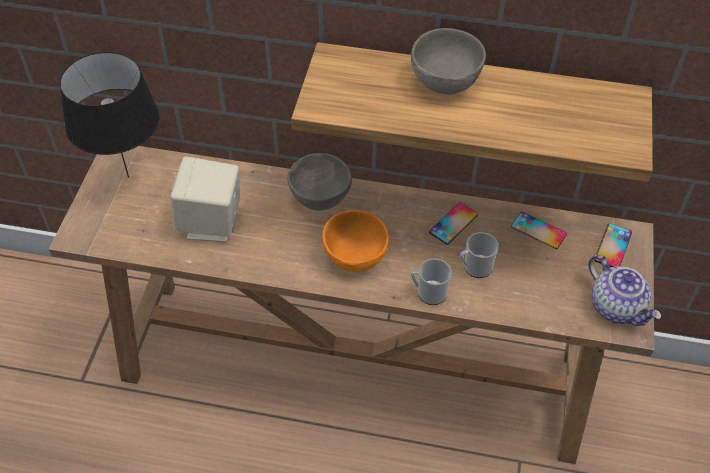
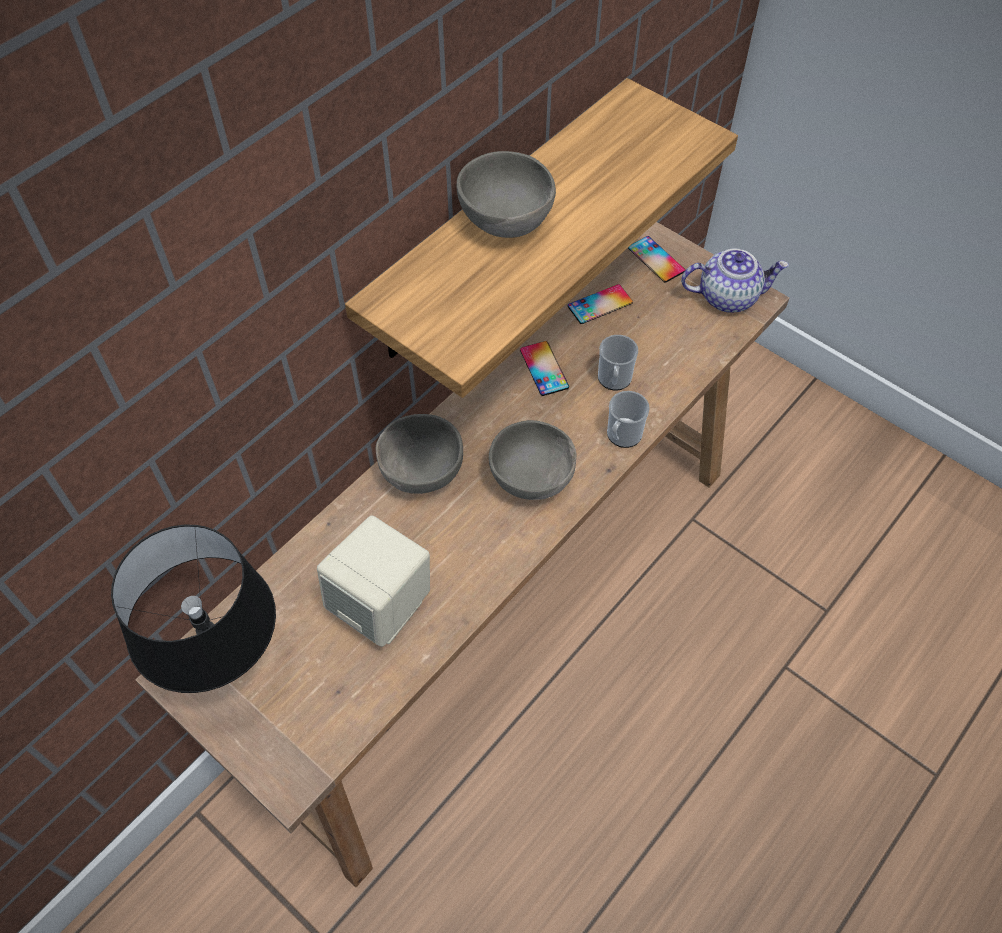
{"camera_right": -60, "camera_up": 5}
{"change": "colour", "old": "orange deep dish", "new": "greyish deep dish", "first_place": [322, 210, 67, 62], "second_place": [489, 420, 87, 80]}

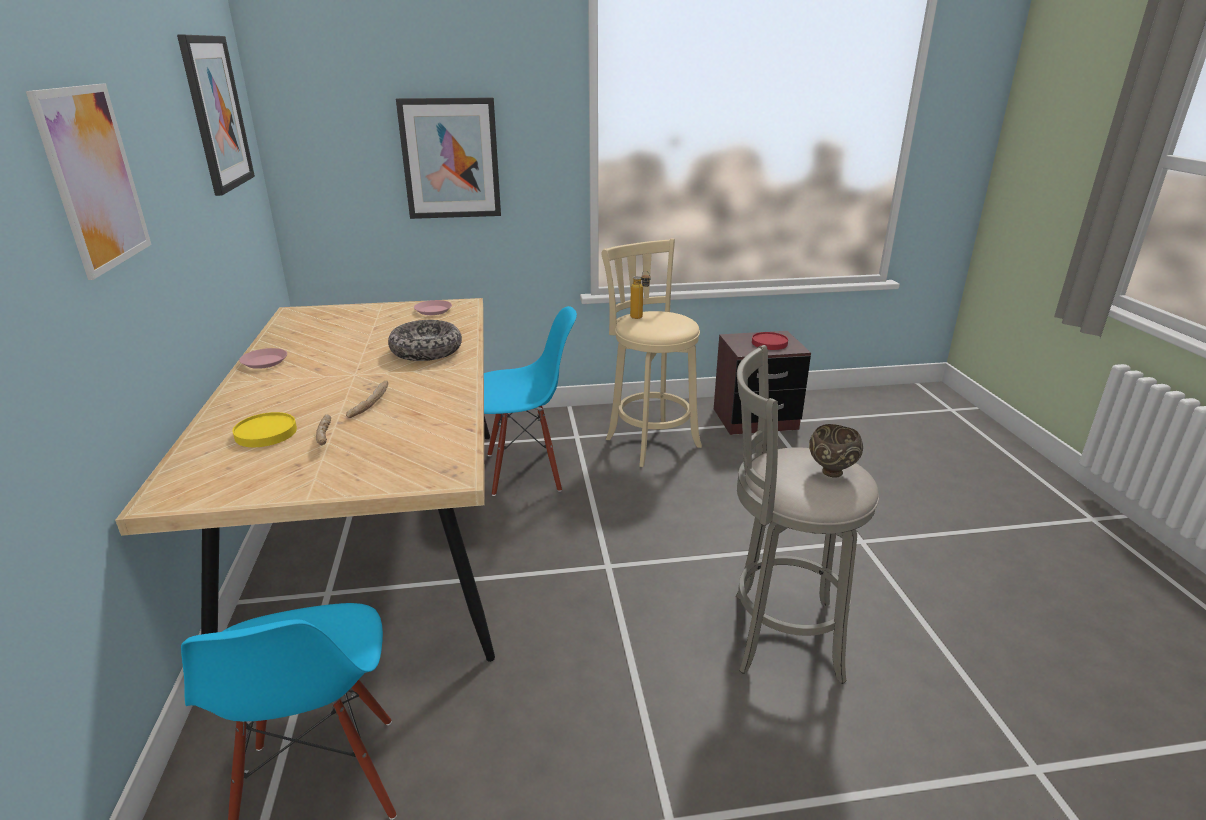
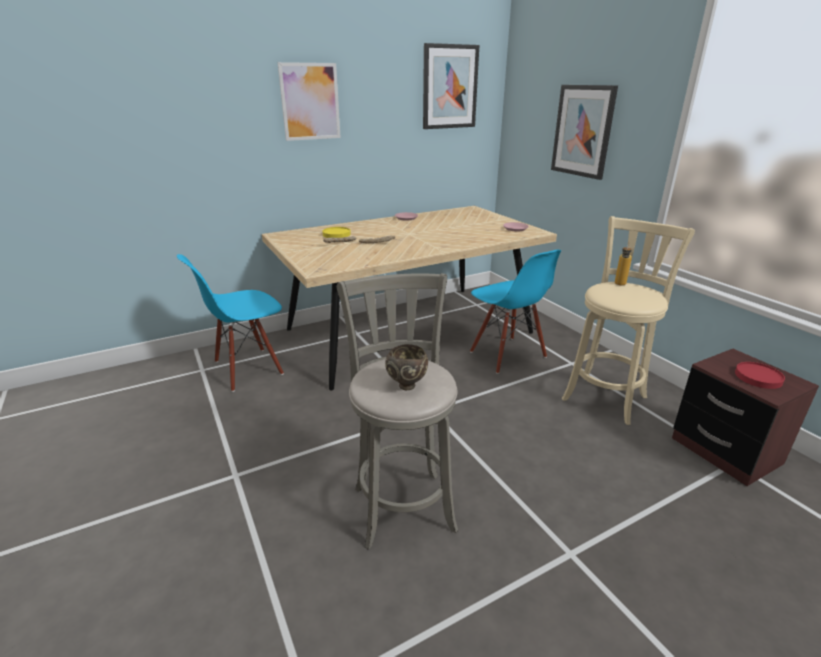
{"camera_right": 70, "camera_up": 0}
{"change": "missing", "old": "deep dish", "first_place": [388, 320, 74, 41]}

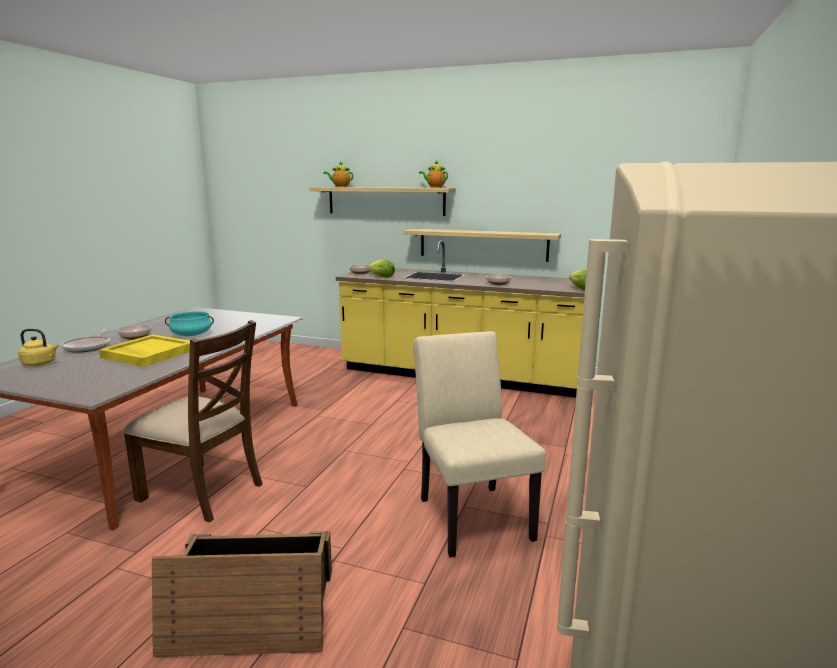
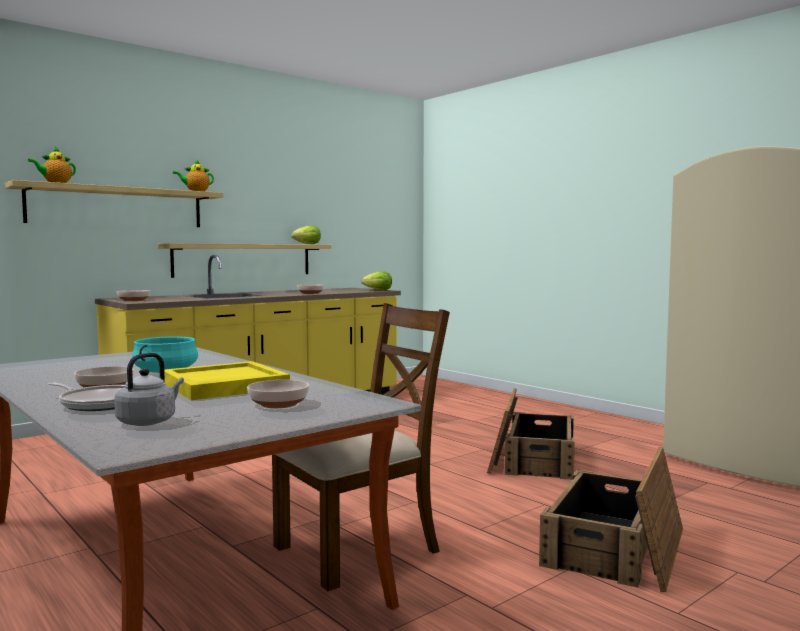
{"camera_right": -60, "camera_up": -10}
{"change": "colour", "old": "yellow tea kettle", "new": "greyish tea kettle", "first_place": [18, 329, 41, 37], "second_place": [114, 353, 70, 73]}
{"change": "relocated", "old": "lettuce head", "first_place": [368, 260, 27, 18], "second_place": [291, 226, 30, 18]}
{"change": "exchanged", "old": "beige-coloured plain chair", "new": "shipping crate", "first_place": [413, 331, 133, 226], "second_place": [487, 388, 88, 92]}
{"change": "appeared", "new": "deep dish", "second_place": [247, 380, 62, 28]}

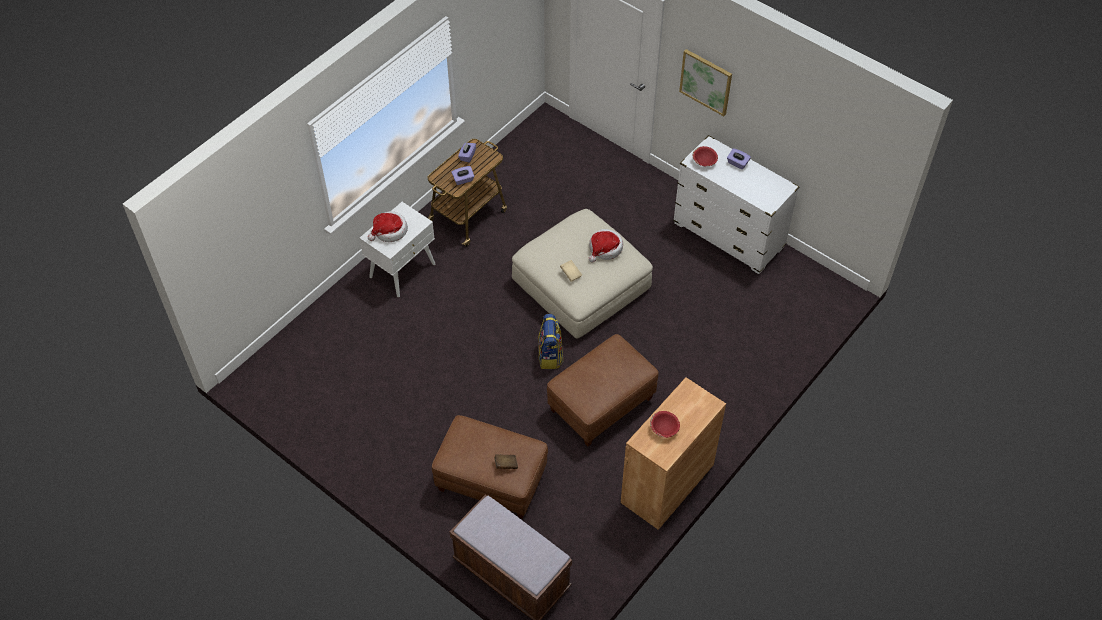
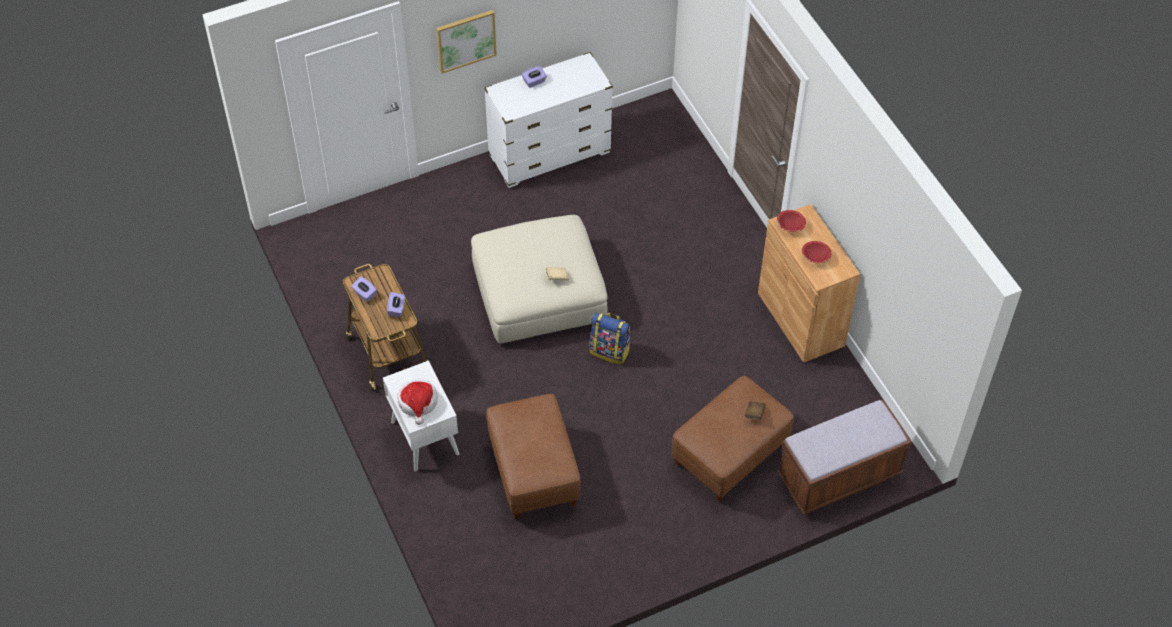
{"camera_right": -65, "camera_up": 0}
{"change": "relocated", "old": "brown-coloured footrest", "first_place": [547, 334, 111, 112], "second_place": [486, 394, 94, 125]}
{"change": "missing", "old": "wearable hat", "first_place": [589, 229, 34, 34]}
{"change": "relocated", "old": "reddish deep dish", "first_place": [693, 146, 25, 20], "second_place": [777, 210, 29, 22]}

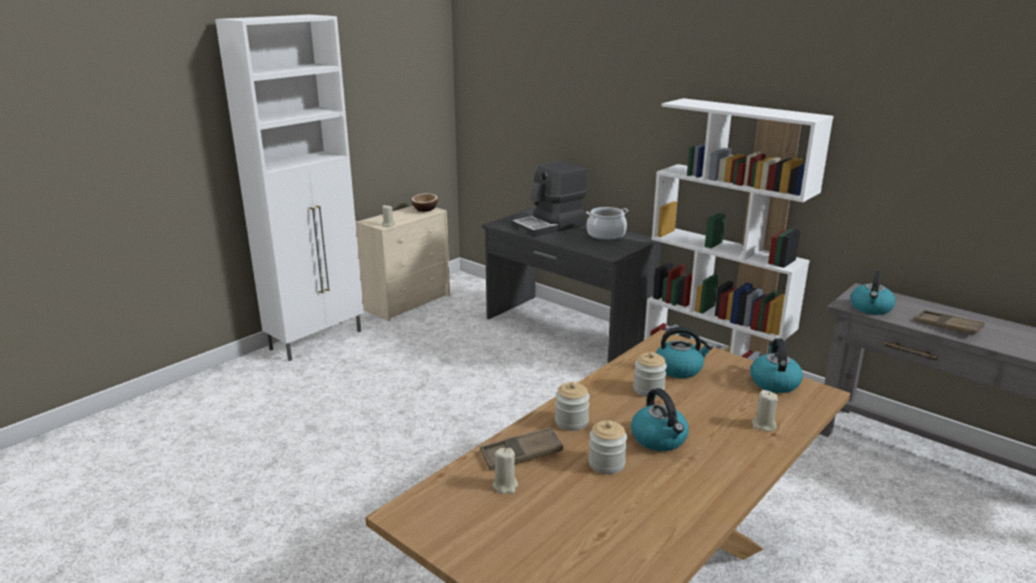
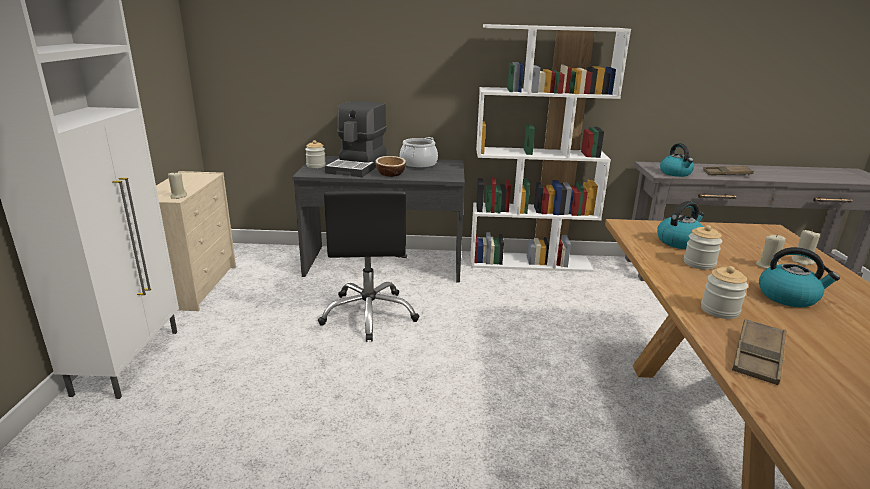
{"camera_right": -40, "camera_up": 0}
{"change": "relocated", "old": "deep dish", "first_place": [411, 193, 27, 19], "second_place": [375, 156, 31, 21]}
{"change": "relocated", "old": "beige-coloured candle", "first_place": [493, 448, 25, 46], "second_place": [756, 234, 30, 35]}
{"change": "relocated", "old": "jar", "first_place": [588, 420, 39, 54], "second_place": [305, 140, 21, 28]}
{"change": "missing", "old": "tea kettle", "first_place": [750, 338, 53, 55]}
{"change": "appeared", "new": "black-coloured computer chair", "second_place": [318, 191, 102, 151]}

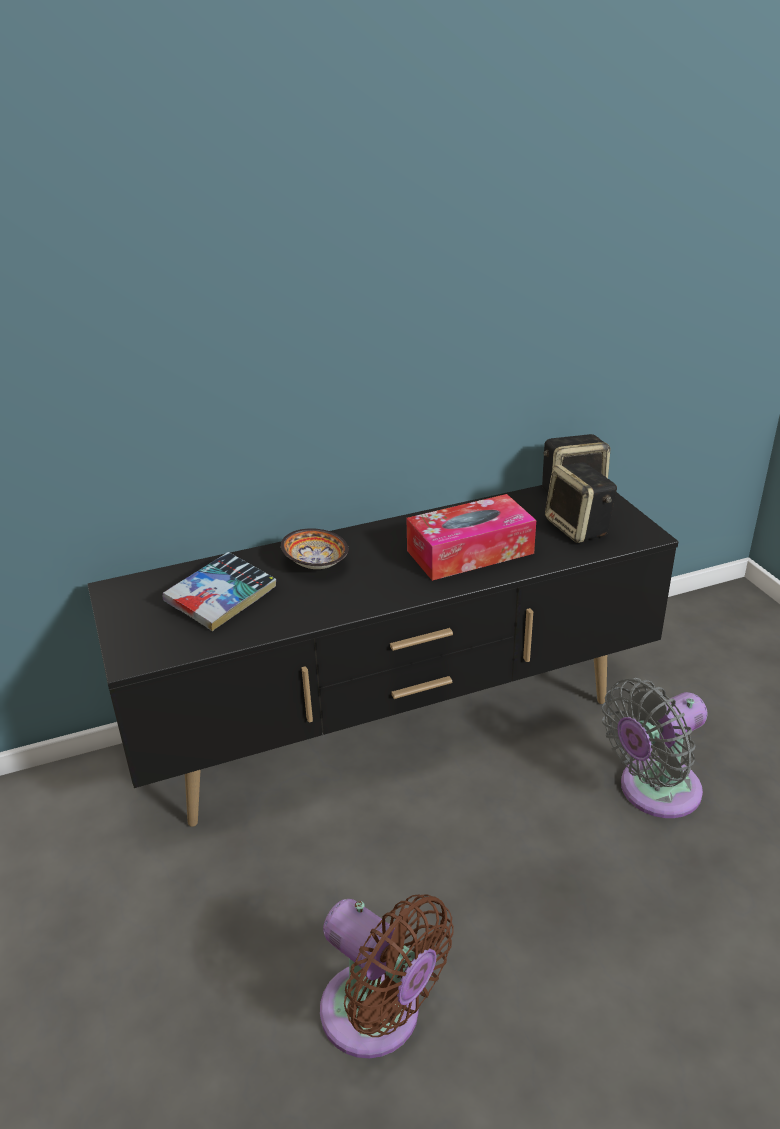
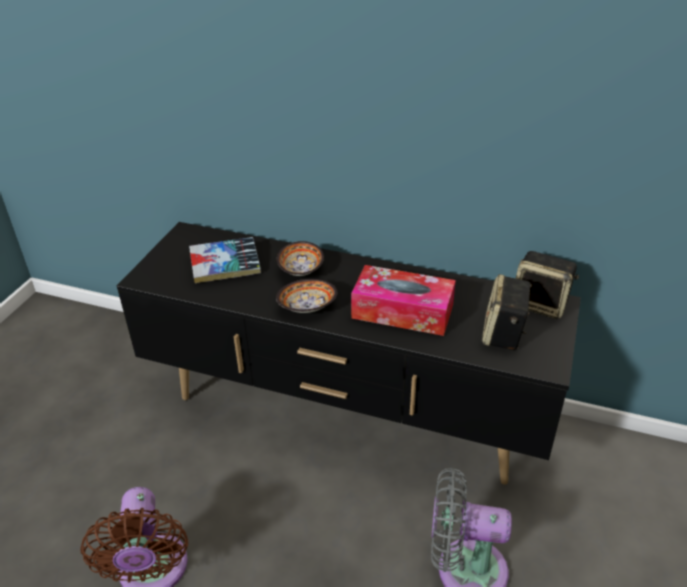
{"camera_right": 40, "camera_up": 5}
{"change": "appeared", "new": "deep dish", "second_place": [276, 279, 61, 34]}

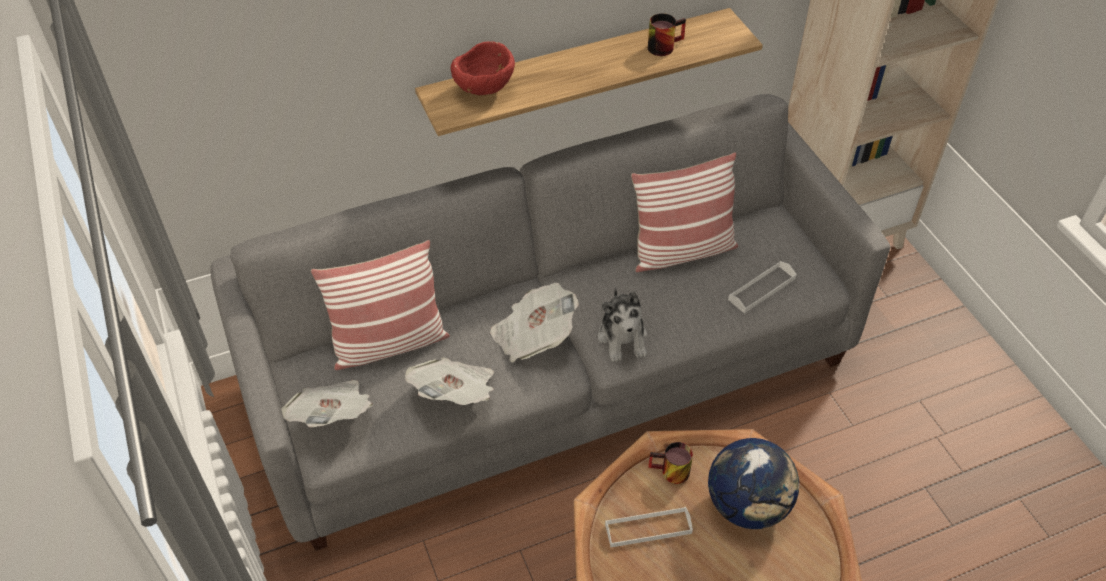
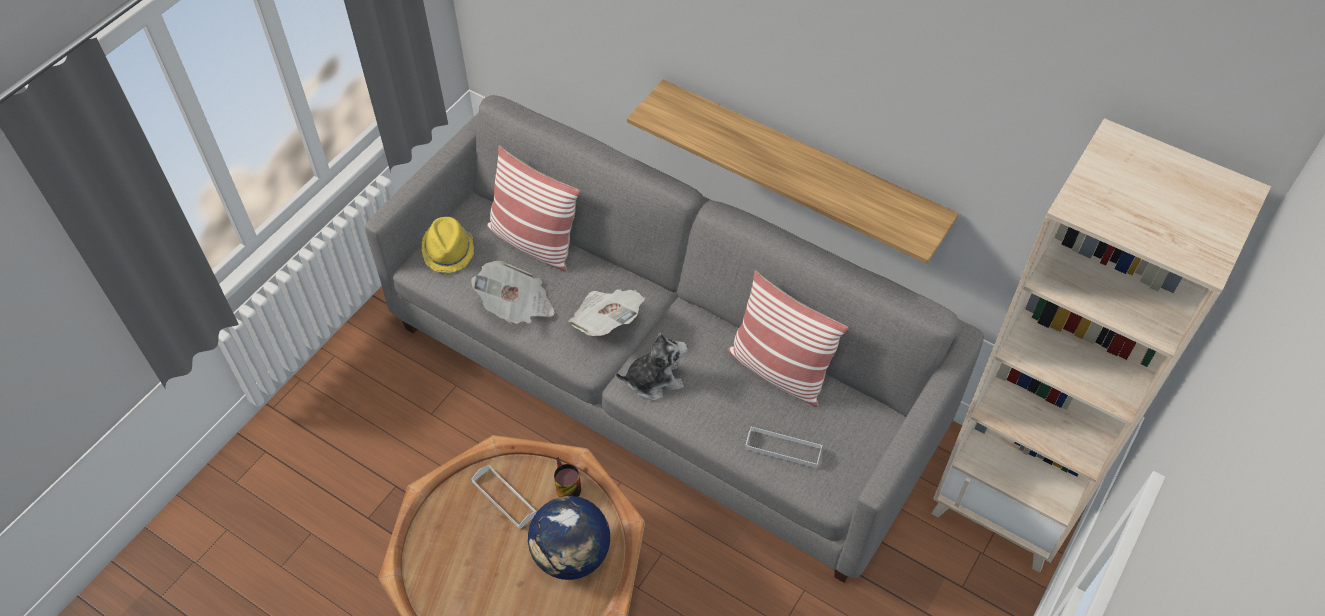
{"camera_right": 55, "camera_up": 5}
{"change": "exchanged", "old": "printed paper", "new": "yellow wearable hat", "first_place": [281, 380, 91, 47], "second_place": [422, 217, 52, 56]}
{"change": "missing", "old": "reddish deep dish", "first_place": [451, 41, 64, 54]}
{"change": "spun", "old": "cuddly toy", "first_place": [598, 287, 49, 75], "second_place": [616, 333, 72, 66], "degrees": -150}
{"change": "missing", "old": "mug", "first_place": [648, 13, 38, 43]}

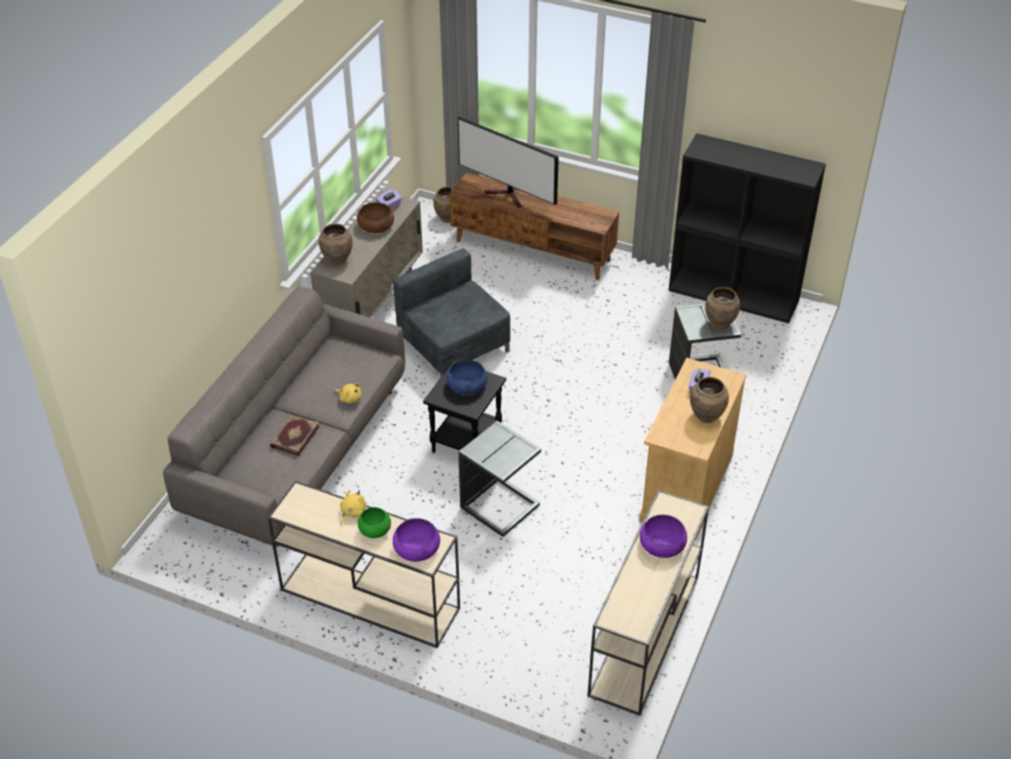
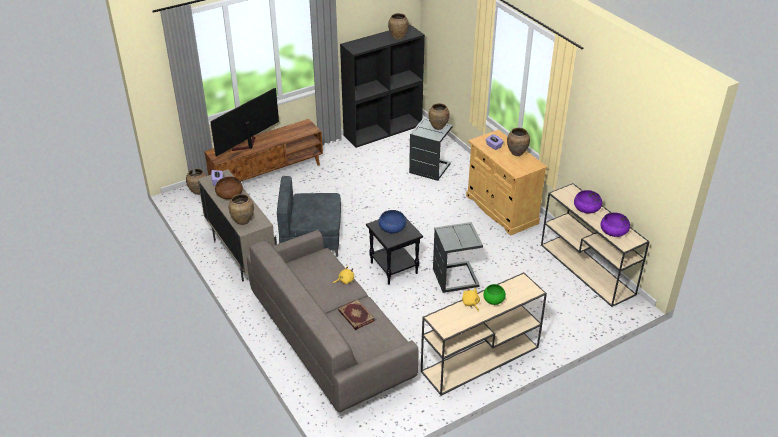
{"camera_right": -55, "camera_up": -5}
{"change": "relocated", "old": "purplish deep dish", "first_place": [393, 518, 47, 44], "second_place": [601, 212, 29, 25]}
{"change": "spun", "old": "TV set", "first_place": [458, 116, 101, 92], "second_place": [210, 88, 69, 69], "degrees": 150}
{"change": "appeared", "new": "brown-coloured vase", "second_place": [388, 13, 21, 27]}

